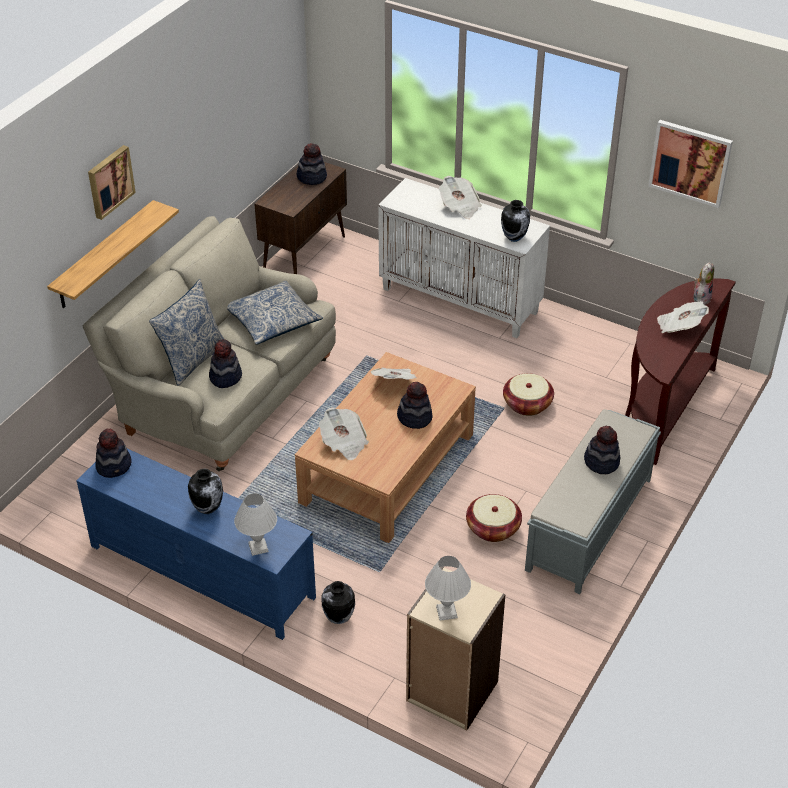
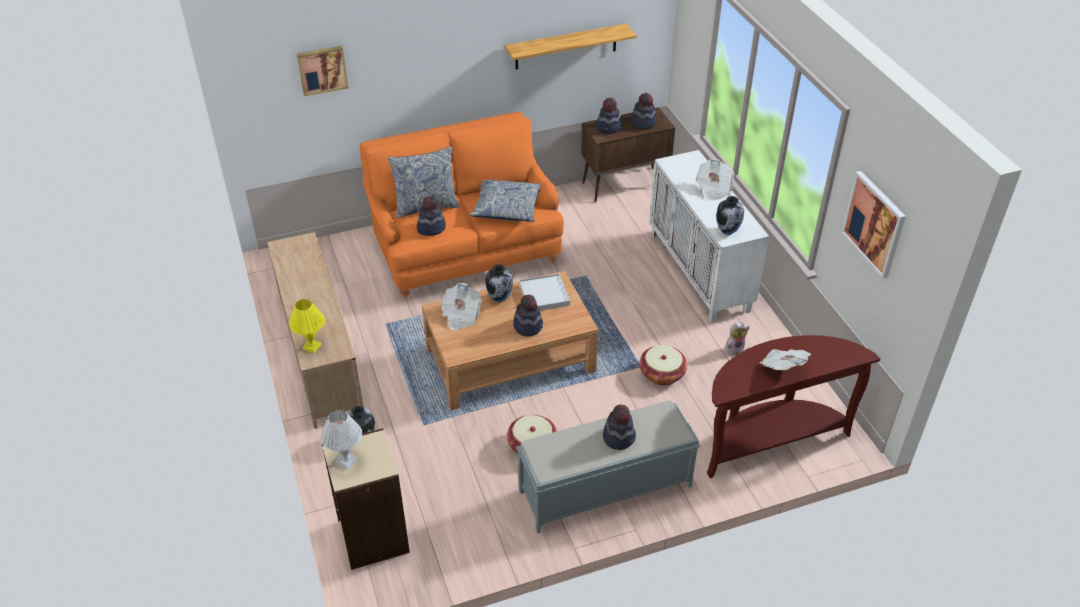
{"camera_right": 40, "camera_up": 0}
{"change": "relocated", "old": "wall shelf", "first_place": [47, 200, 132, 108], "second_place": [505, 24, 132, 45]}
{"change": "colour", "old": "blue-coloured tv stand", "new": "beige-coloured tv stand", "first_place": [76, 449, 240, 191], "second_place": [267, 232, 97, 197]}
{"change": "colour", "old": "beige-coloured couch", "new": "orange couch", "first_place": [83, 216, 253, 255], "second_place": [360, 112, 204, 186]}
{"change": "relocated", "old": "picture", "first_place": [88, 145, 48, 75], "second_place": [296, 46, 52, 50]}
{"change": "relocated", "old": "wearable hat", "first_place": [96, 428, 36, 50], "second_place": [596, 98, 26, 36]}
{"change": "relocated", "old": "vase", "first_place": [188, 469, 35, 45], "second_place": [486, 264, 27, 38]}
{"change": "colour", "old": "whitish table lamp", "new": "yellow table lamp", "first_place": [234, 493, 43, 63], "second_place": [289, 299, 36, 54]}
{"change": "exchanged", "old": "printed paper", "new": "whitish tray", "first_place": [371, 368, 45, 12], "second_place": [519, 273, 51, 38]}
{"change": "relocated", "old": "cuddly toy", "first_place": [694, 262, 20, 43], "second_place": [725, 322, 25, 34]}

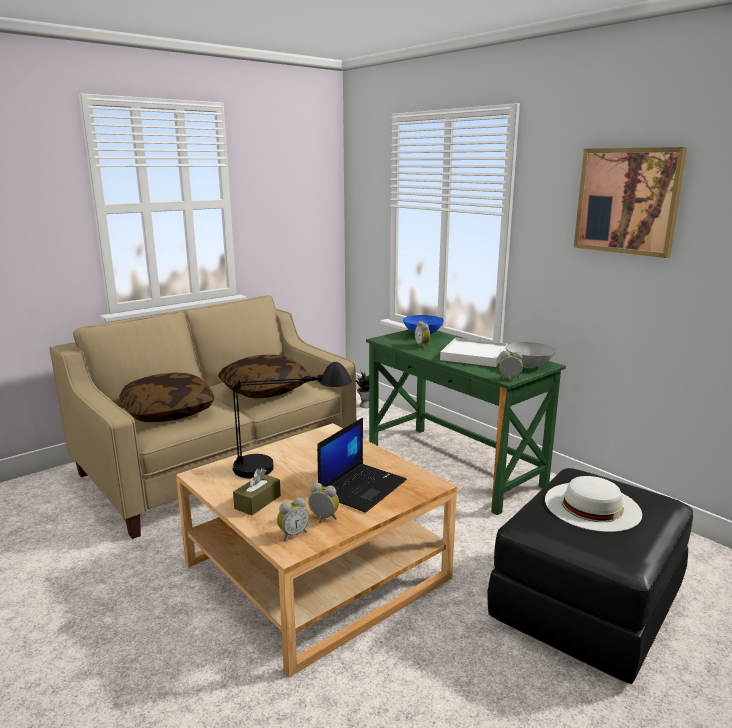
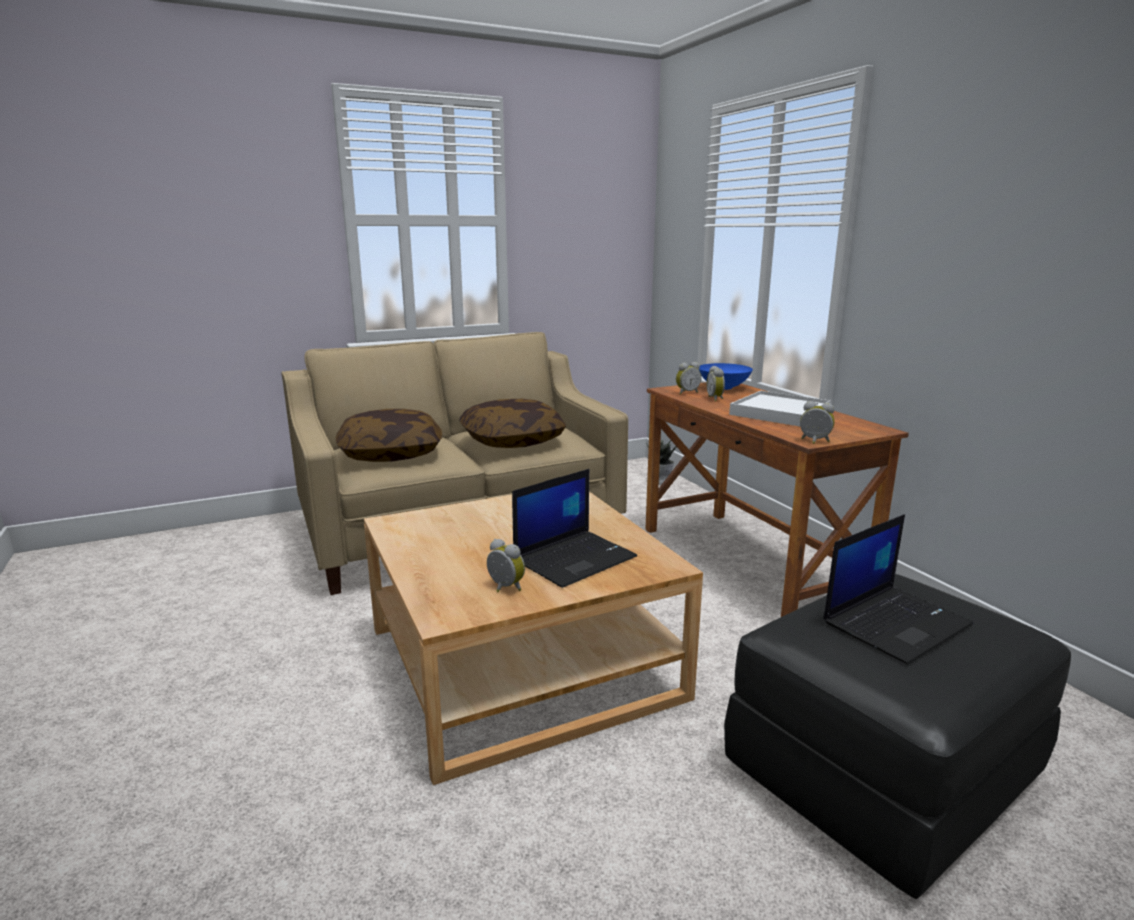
{"camera_right": 15, "camera_up": 0}
{"change": "missing", "old": "black-coloured table lamp", "first_place": [232, 362, 120, 116]}
{"change": "missing", "old": "brown-coloured tissue holder", "first_place": [233, 468, 48, 47]}
{"change": "relocated", "old": "alarm clock", "first_place": [277, 497, 32, 44], "second_place": [676, 362, 25, 32]}
{"change": "colour", "old": "green-coloured desk table", "new": "brown-coloured desk table", "first_place": [366, 330, 200, 185], "second_place": [645, 382, 264, 235]}
{"change": "missing", "old": "greyish deep dish", "first_place": [506, 342, 50, 26]}
{"change": "exchanged", "old": "whitish wearable hat", "new": "laptop", "first_place": [545, 476, 97, 56], "second_place": [823, 514, 151, 151]}
{"change": "missing", "old": "picture", "first_place": [574, 147, 113, 111]}

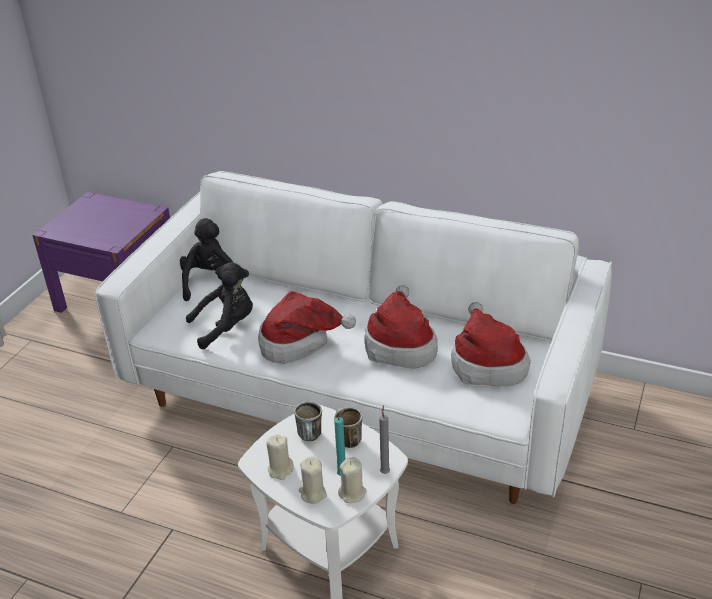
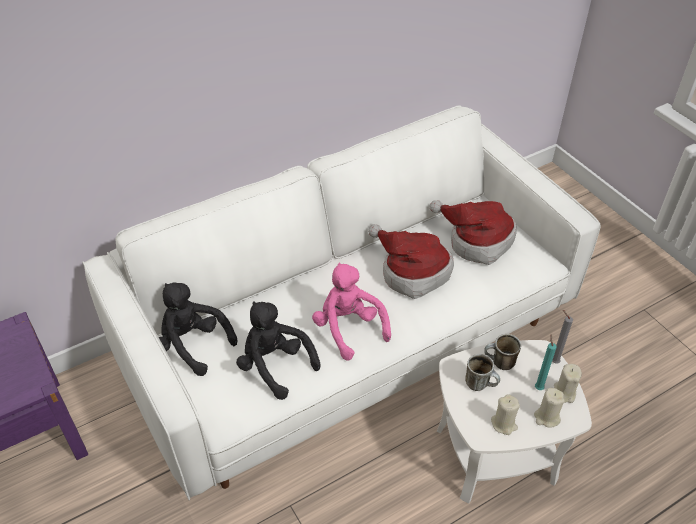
{"camera_right": -55, "camera_up": 10}
{"change": "spun", "old": "black-coloured cuddly toy", "first_place": [186, 262, 67, 87], "second_place": [236, 301, 85, 99], "degrees": -60}
{"change": "exchanged", "old": "wearable hat", "new": "pink cuddly toy", "first_place": [258, 291, 98, 73], "second_place": [312, 263, 79, 98]}

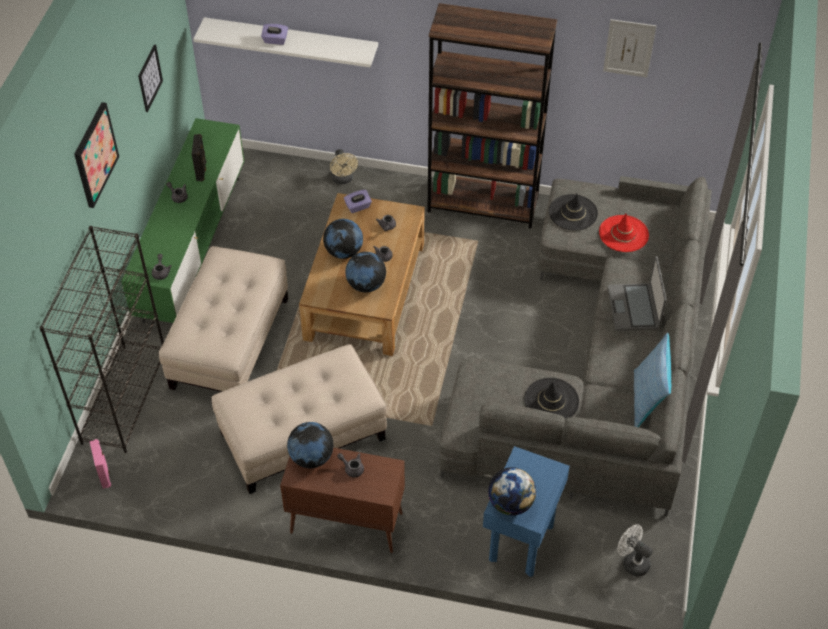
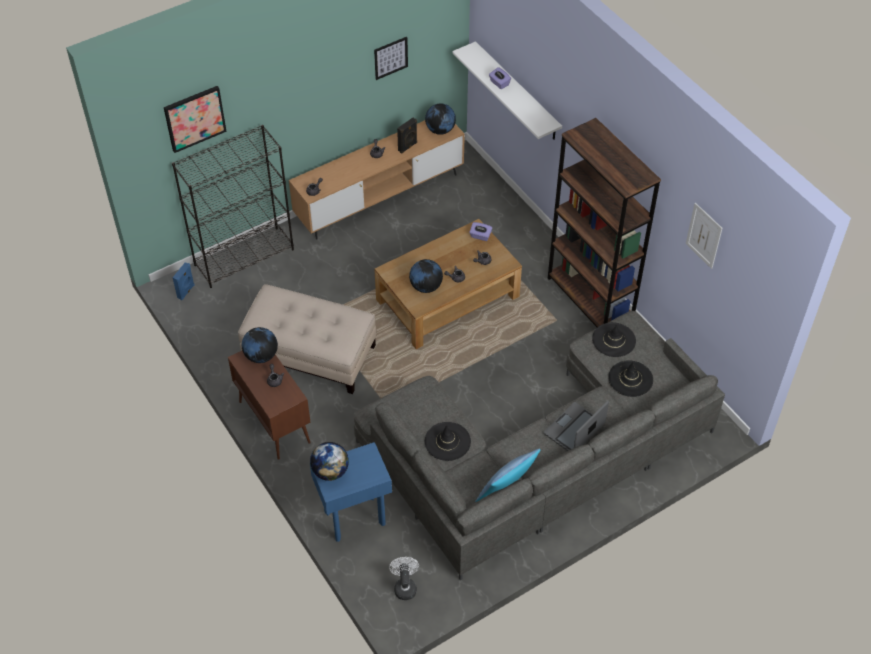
{"camera_right": 45, "camera_up": 0}
{"change": "relocated", "old": "picture", "first_place": [74, 102, 45, 106], "second_place": [164, 86, 63, 67]}
{"change": "colour", "old": "pink loudspeaker", "new": "blue-coloured loudspeaker", "first_place": [90, 439, 21, 50], "second_place": [173, 262, 21, 38]}
{"change": "colour", "old": "green-coloured tv stand", "new": "brown-coloured tv stand", "first_place": [121, 118, 123, 205], "second_place": [289, 120, 176, 119]}
{"change": "missing", "old": "beige-coloured footrest", "first_place": [159, 246, 129, 146]}
{"change": "relocated", "old": "globe", "first_place": [323, 219, 40, 40], "second_place": [425, 103, 31, 32]}
{"change": "missing", "old": "beige-coloured fan", "first_place": [330, 149, 28, 35]}
{"change": "colour", "old": "reddish wearable hat", "new": "black-coloured wearable hat", "first_place": [599, 213, 50, 39], "second_place": [608, 360, 45, 37]}

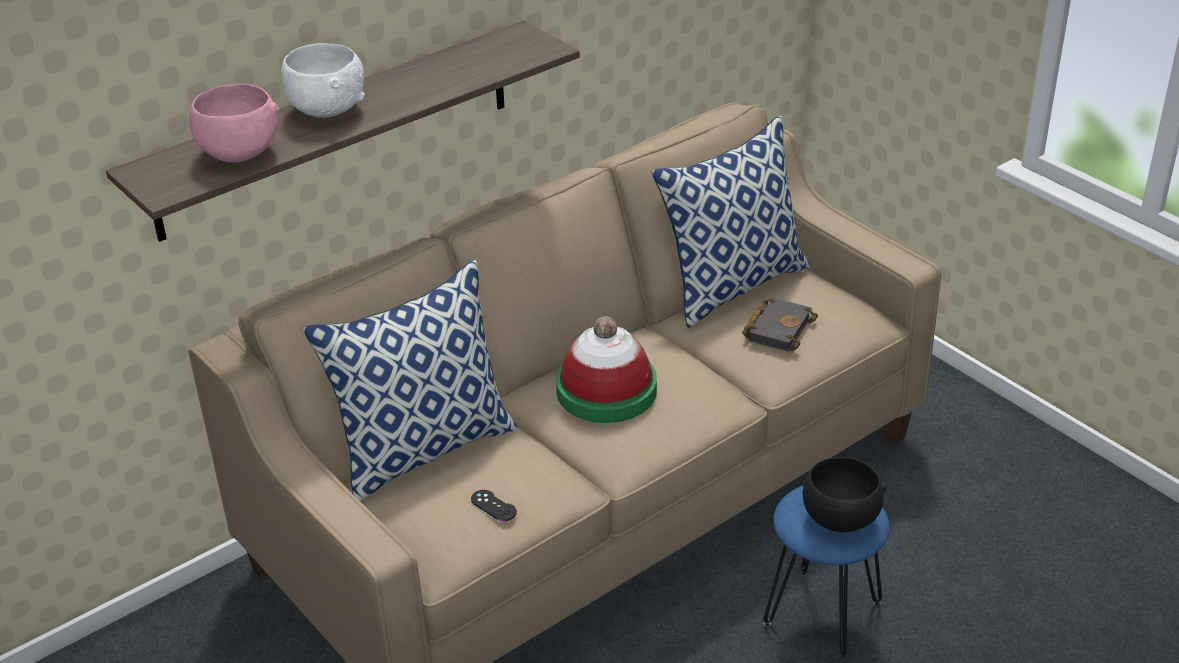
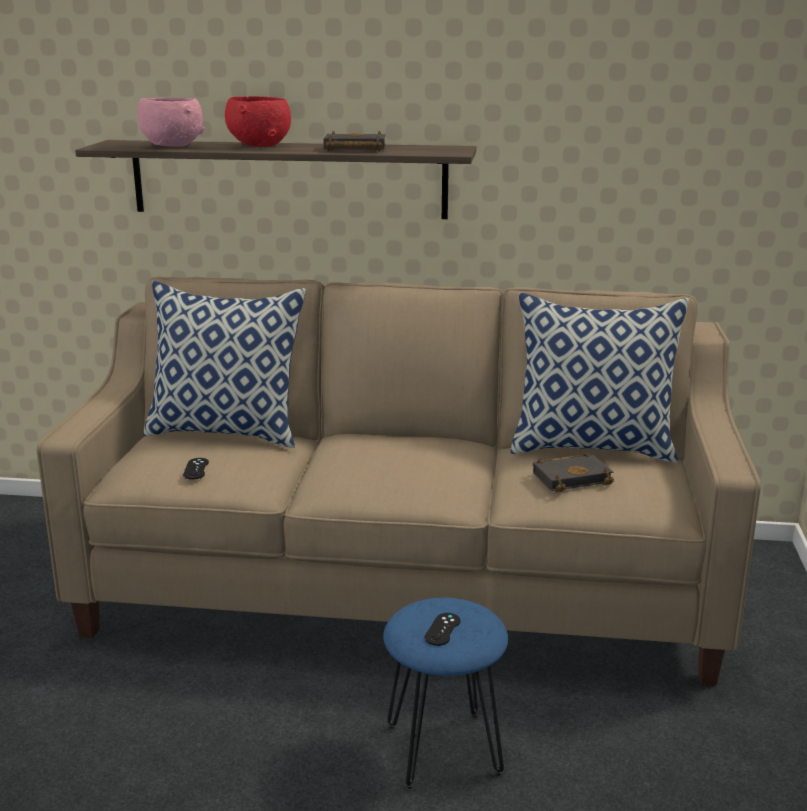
{"camera_right": 45, "camera_up": -15}
{"change": "colour", "old": "whitish deep dish", "new": "reddish deep dish", "first_place": [281, 43, 84, 75], "second_place": [225, 96, 66, 51]}
{"change": "missing", "old": "wearable hat", "first_place": [556, 316, 101, 107]}
{"change": "exchanged", "old": "black-coloured deep dish", "new": "black-coloured gamepad", "first_place": [803, 457, 84, 75], "second_place": [425, 613, 35, 33]}
{"change": "appeared", "new": "black-coloured book", "second_place": [323, 131, 63, 20]}

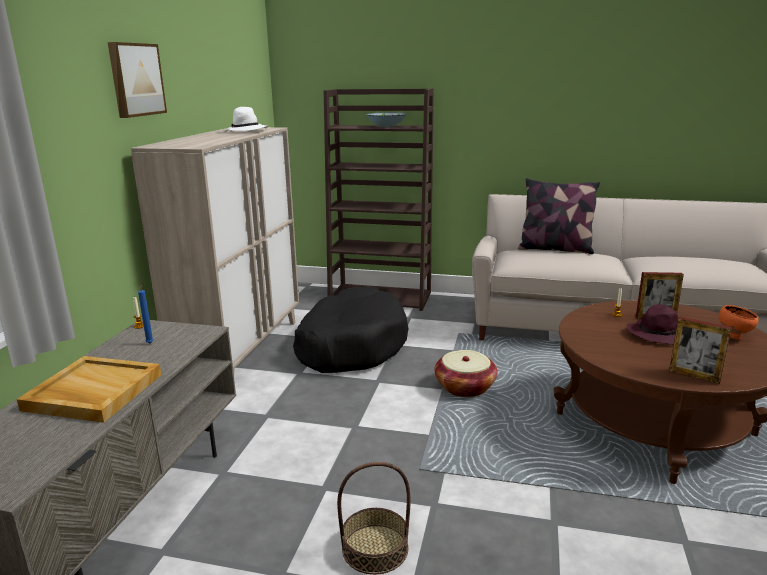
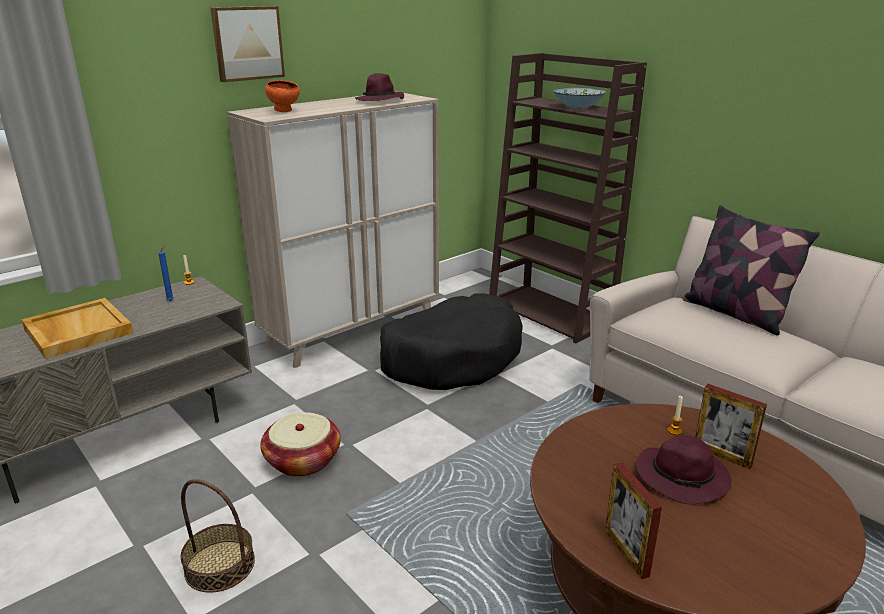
{"camera_right": 35, "camera_up": 5}
{"change": "colour", "old": "whitish wearable hat", "new": "purplish wearable hat", "first_place": [224, 107, 44, 26], "second_place": [355, 73, 49, 28]}
{"change": "relocated", "old": "basket", "first_place": [435, 350, 62, 47], "second_place": [260, 412, 81, 65]}
{"change": "relocated", "old": "orange deep dish", "first_place": [719, 305, 40, 35], "second_place": [265, 80, 35, 32]}

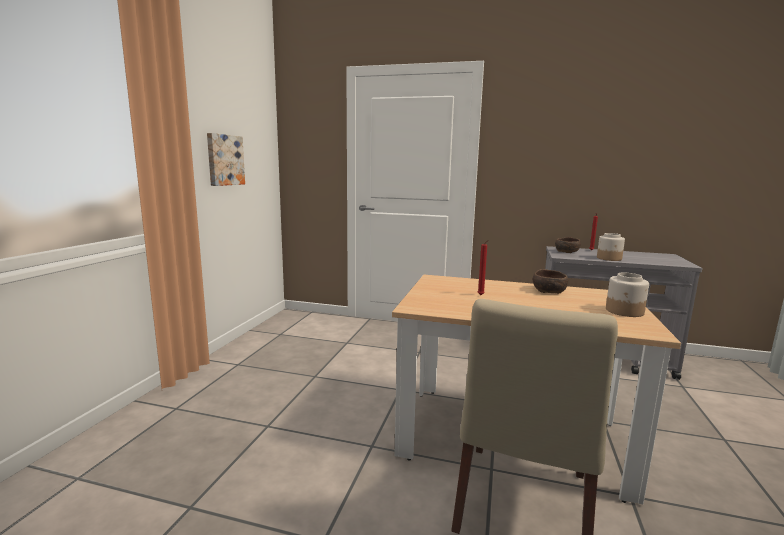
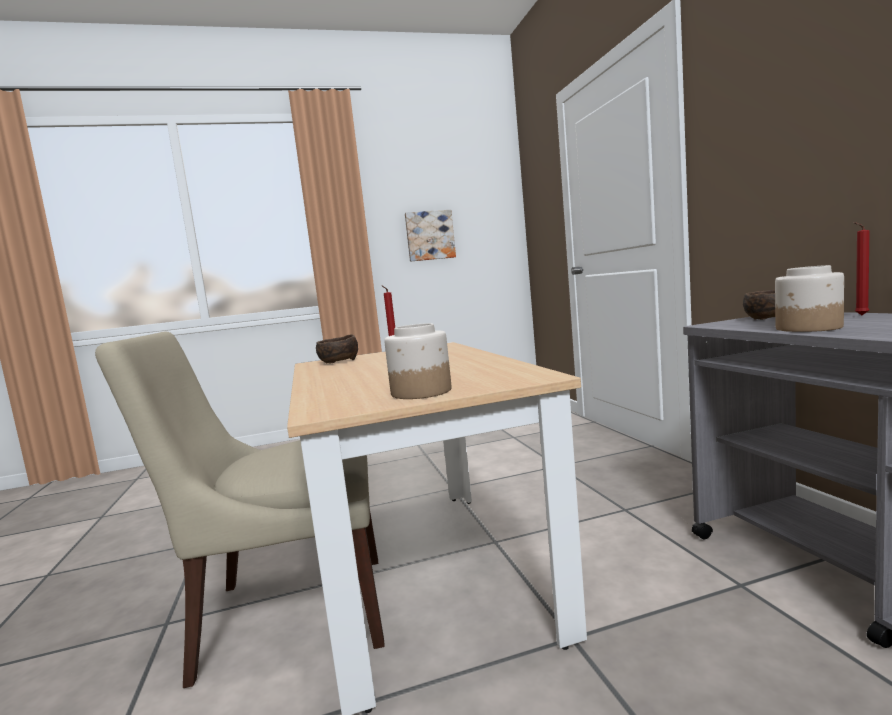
{"camera_right": 60, "camera_up": -5}
{"change": "relocated", "old": "brown-coloured deep dish", "first_place": [533, 269, 35, 25], "second_place": [316, 334, 42, 30]}

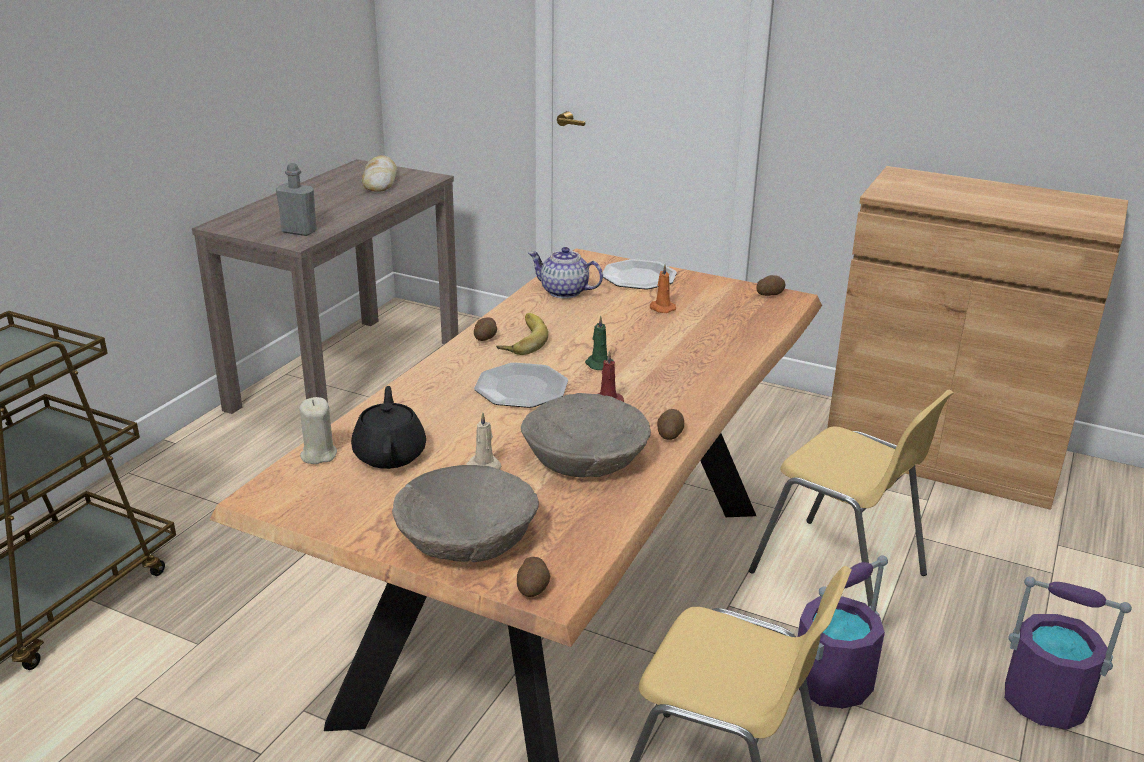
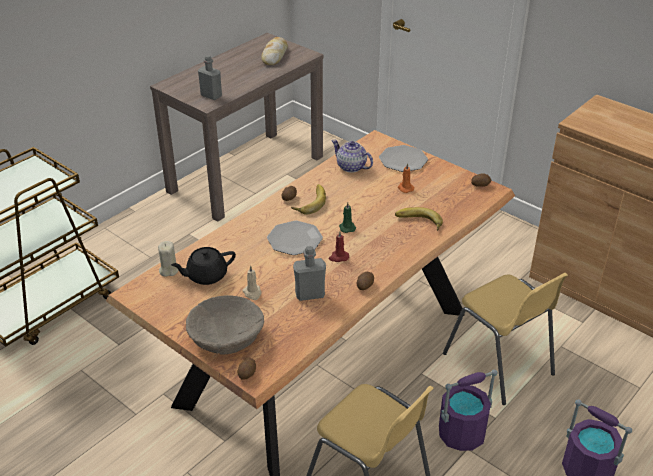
{"camera_right": 15, "camera_up": 10}
{"change": "spun", "old": "black-coloured tea pot", "first_place": [351, 386, 75, 83], "second_place": [171, 247, 65, 38], "degrees": -120}
{"change": "exchanged", "old": "beige-coloured deep dish", "new": "greyish bottle", "first_place": [521, 393, 130, 85], "second_place": [293, 246, 33, 55]}
{"change": "appeared", "new": "banana", "second_place": [395, 207, 48, 24]}

